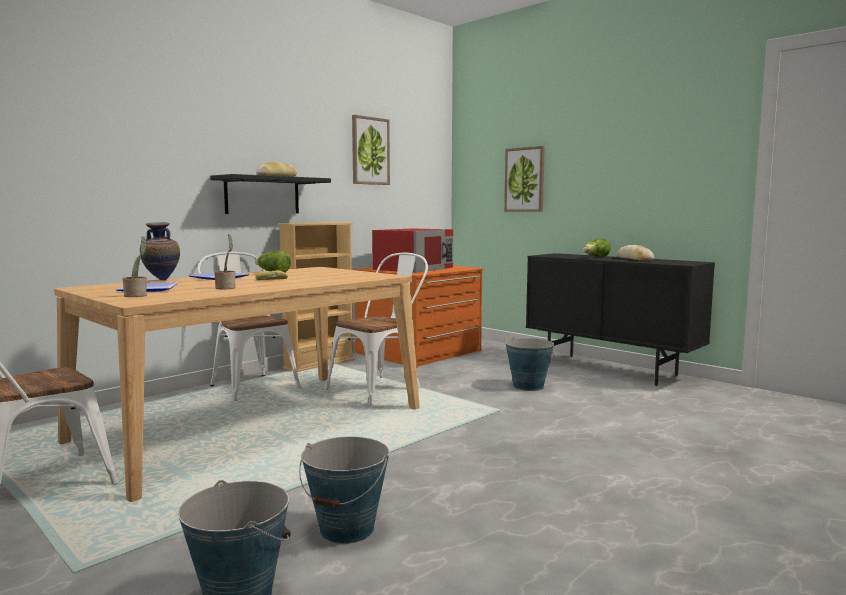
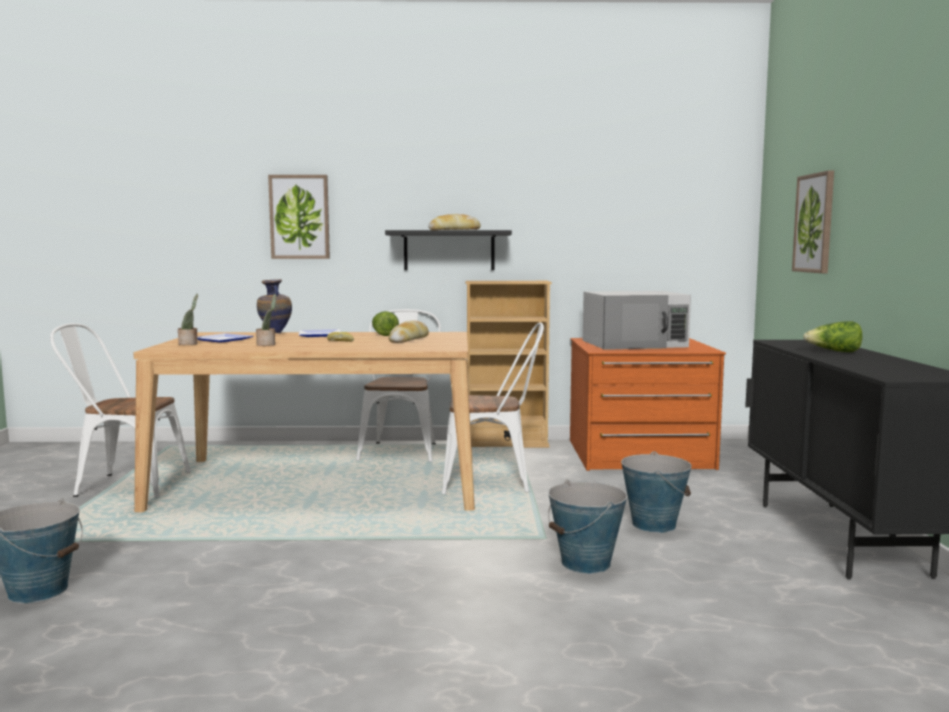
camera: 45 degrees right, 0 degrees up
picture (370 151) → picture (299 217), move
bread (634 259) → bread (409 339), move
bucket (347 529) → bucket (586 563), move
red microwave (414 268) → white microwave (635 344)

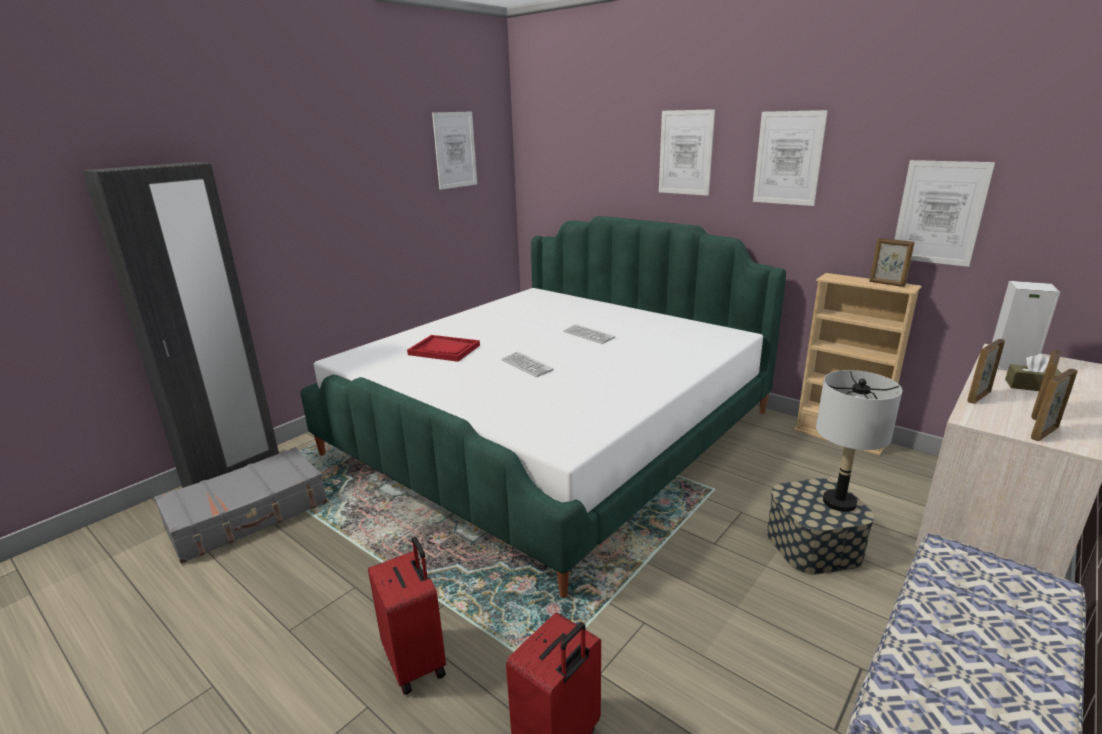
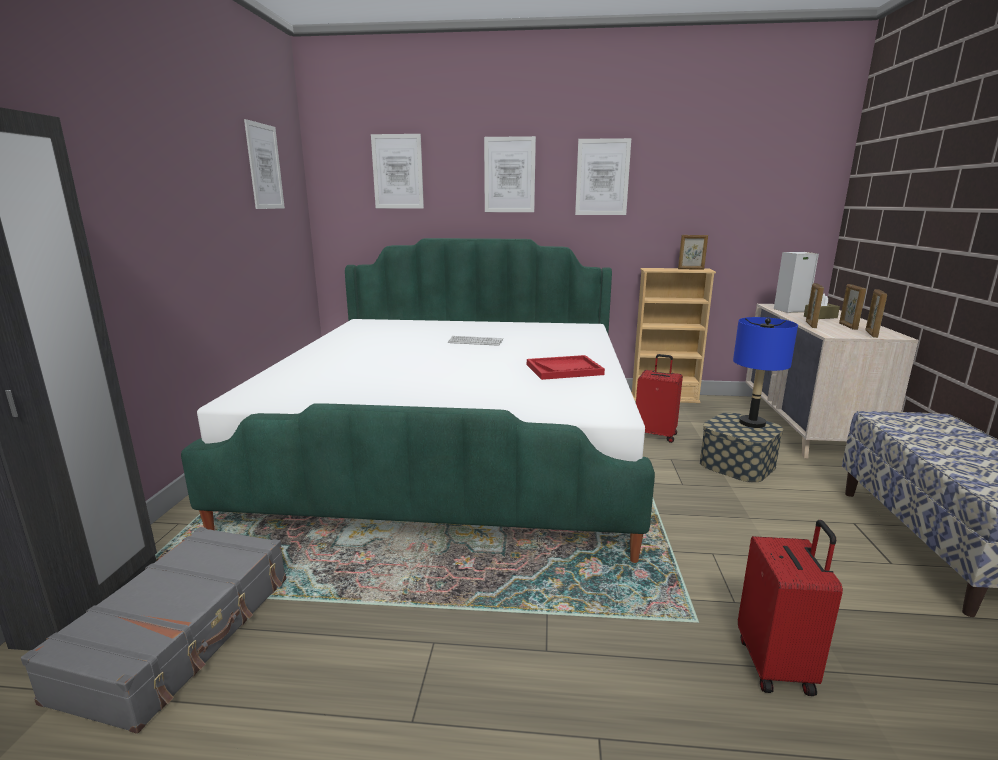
camera: 35 degrees left, 5 degrees down
picture (939 213) → picture (397 171), move
red tray (444 350) → red tray (564 369), move
red suitcase (416 662) → red suitcase (655 434), move
grey table lamp (839 502) → blue table lamp (751 423)
keyboard (526 365) → -

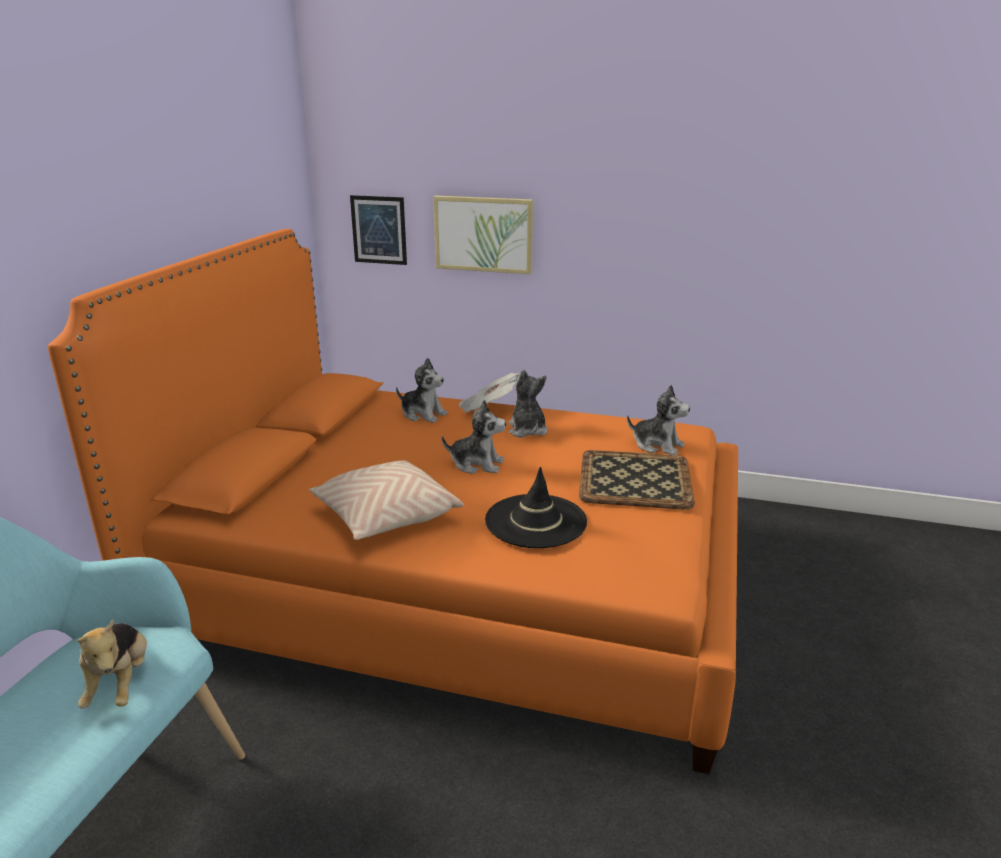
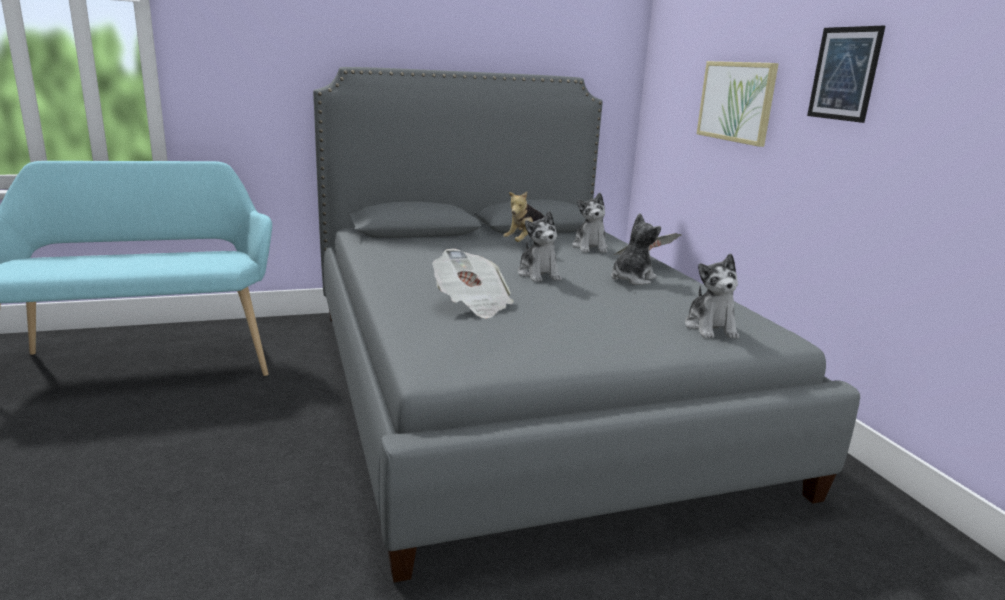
camera: 55 degrees right, 5 degrees down
orange bed (459 581) → grey bed (518 387)
black hat (535 521) → newspaper (472 304)
plush toy (120 684) → plush toy (528 243), move
picture (379 230) → picture (844 74), move
beige pillow (385 517) → -
tray (636 479) → -

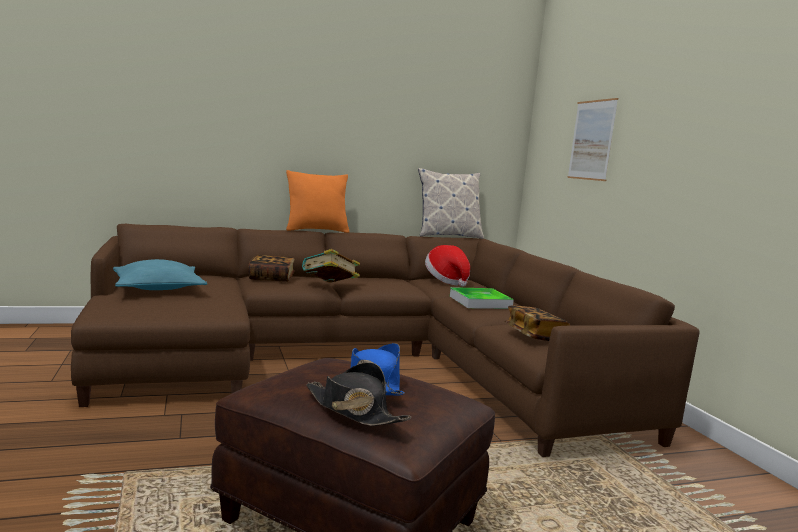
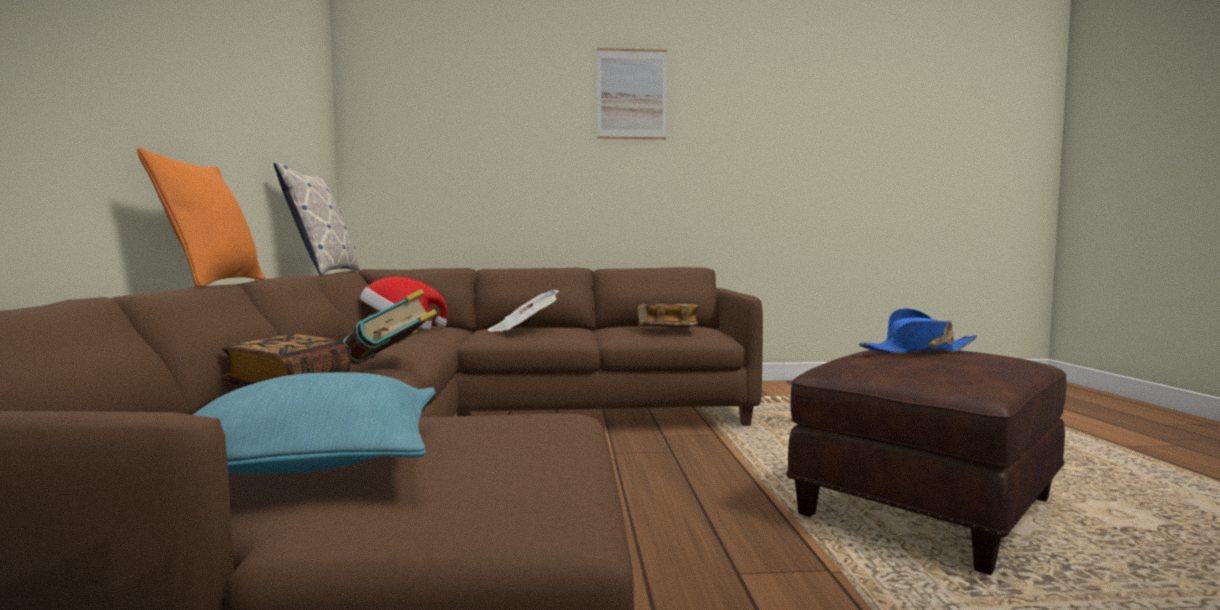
camera: 75 degrees left, 5 degrees down
tray (480 302) → newspaper (523 330)
picture (592 140) → picture (632 94), move
black hat (353 410) → -

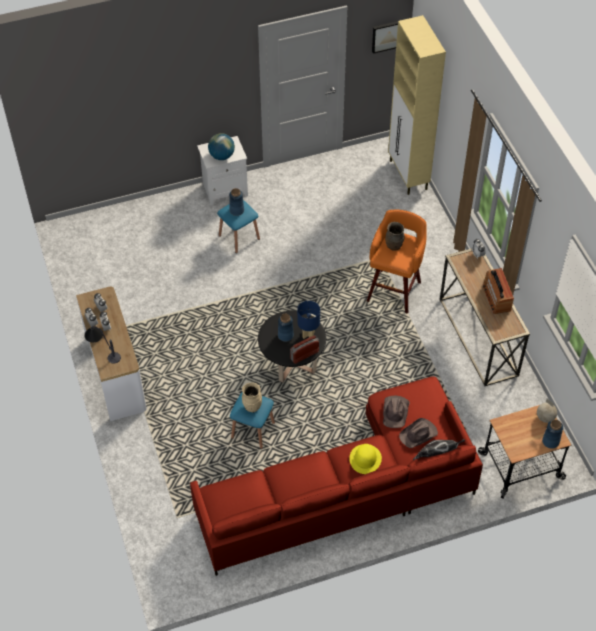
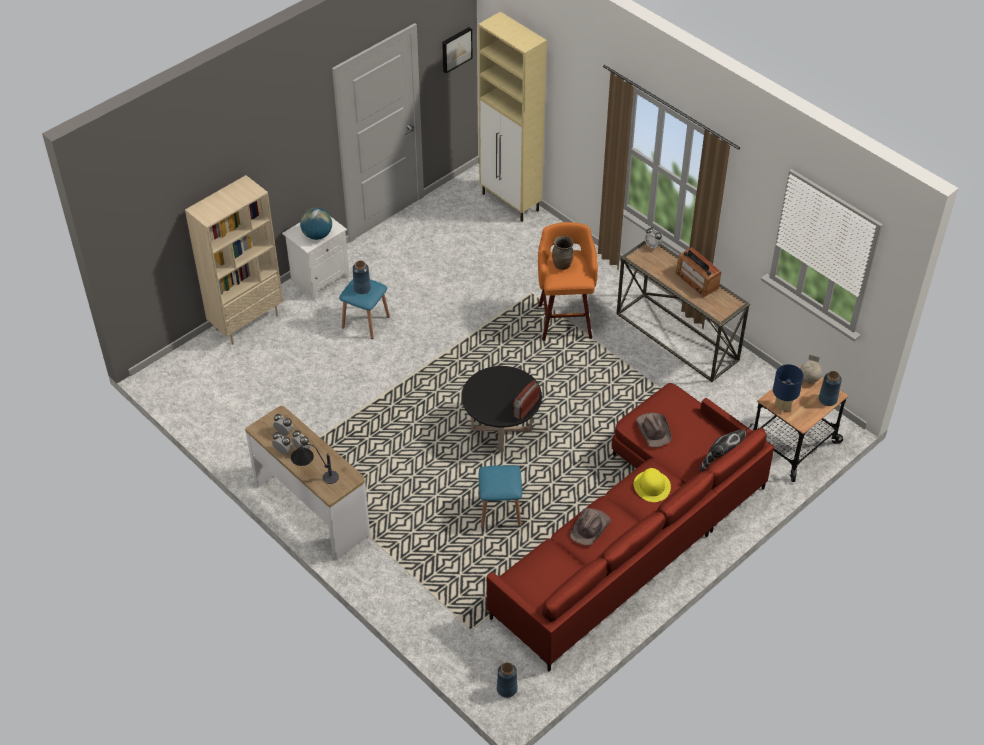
camera: 25 degrees left, 5 degrees down
- → beige bookcase (247 322)
blue vase (285 335) → blue vase (506 689), move
brown hat (418 434) → brown hat (590 528), move
blue table lamp (308 334) → blue table lamp (782 408), move
beige vase (252 406) → -

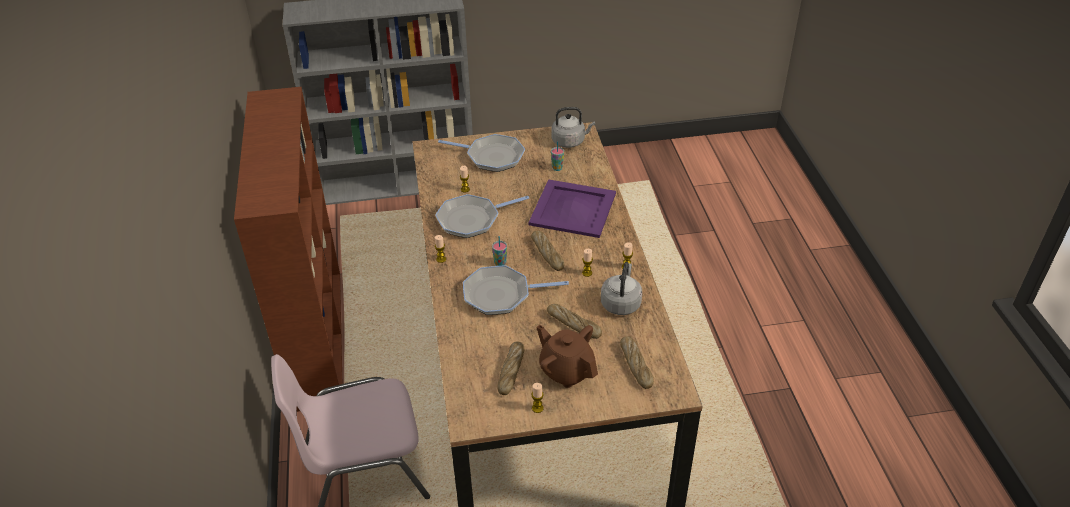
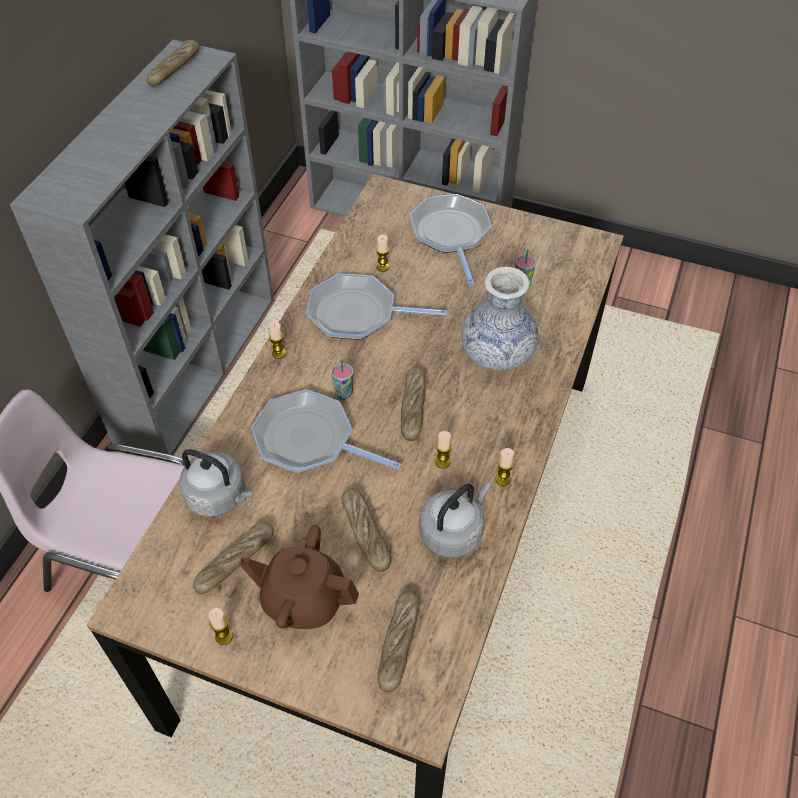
camera: 30 degrees right, 10 degrees up
brown bookcase (316 336) → grey bookcase (199 364)
- → bread (174 69)
grey kettle (570 141) → grey kettle (219 497), move
brown teapot (566 370) → brown teapot (303 599), 60 degrees counterclockwise
frying pan (492 157) → frying pan (451 234), 150 degrees counterclockwise
purple tray (572 208) → vase (497 354)

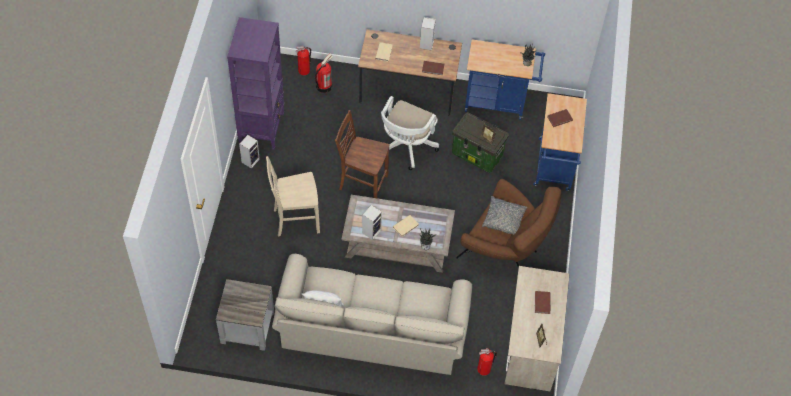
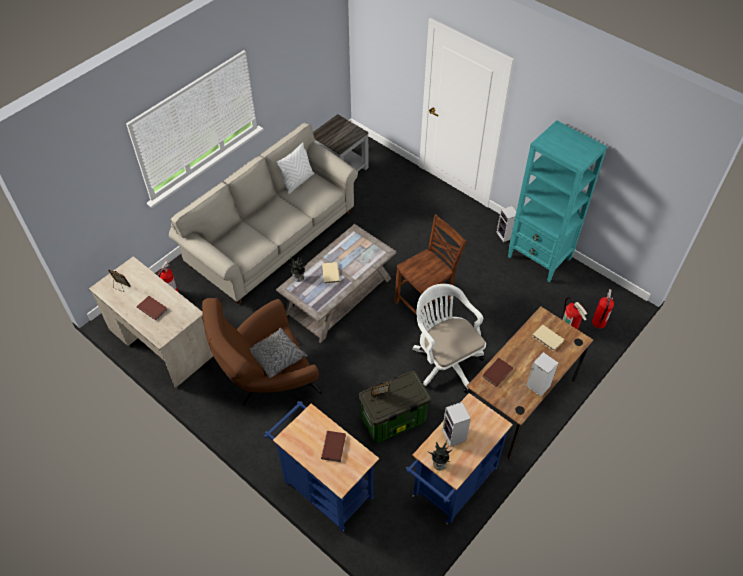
camera: 125 degrees right, 5 degrees down
speaker (371 231) → speaker (454 436), move
purple bookcase (262 128) → turquoise bookcase (539 258)
beige chair (295 220) → -

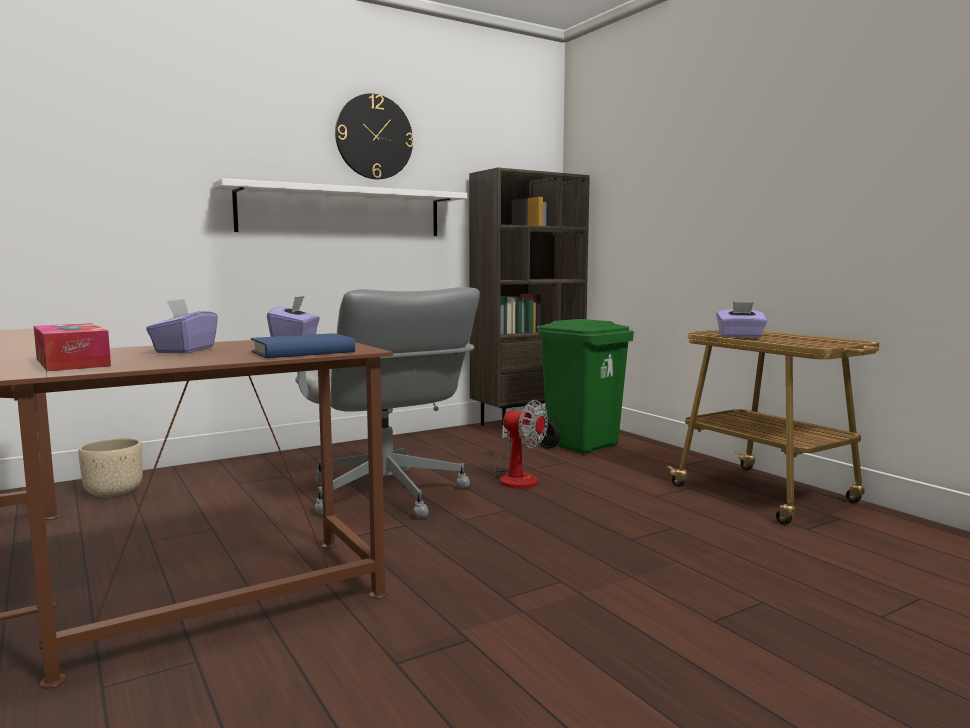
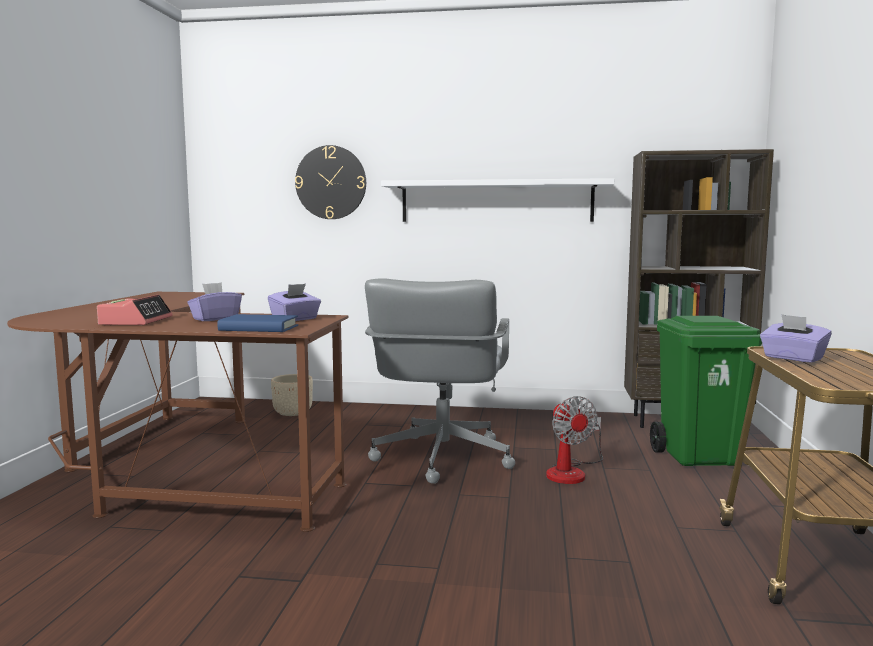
camera: 40 degrees right, 0 degrees up
tissue box (72 362) → alarm clock (136 321)
wall clock (374 137) → wall clock (331 182), move

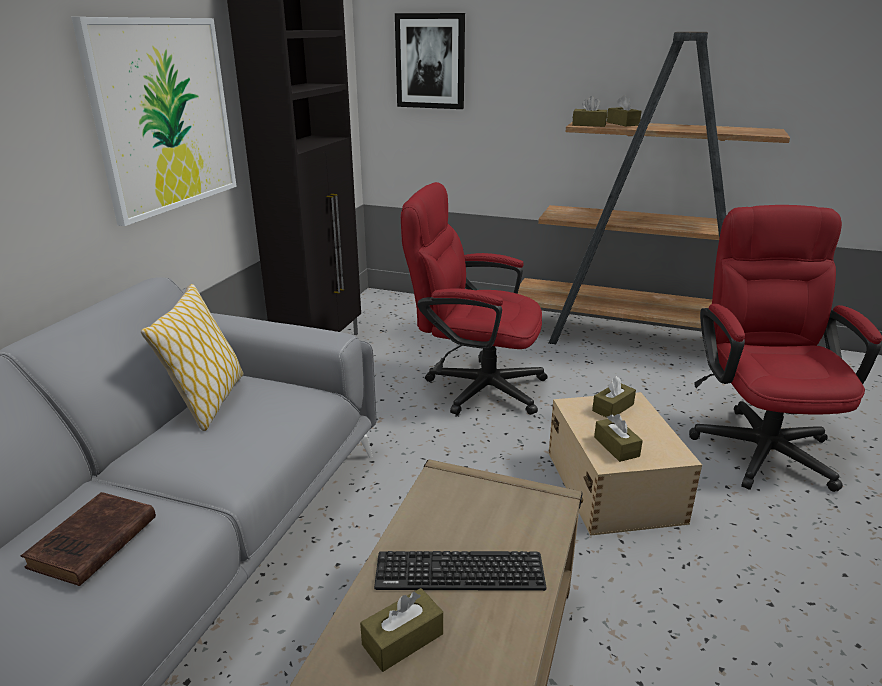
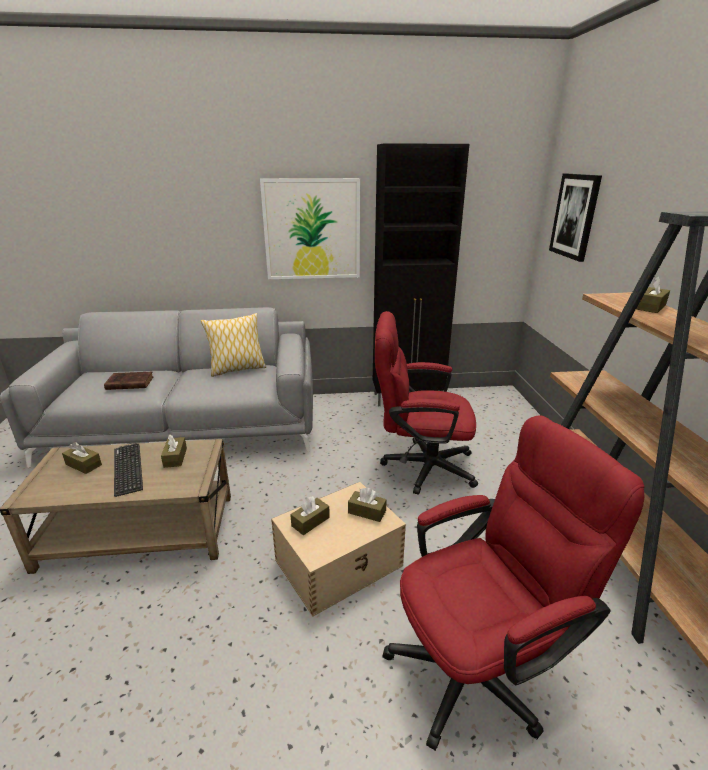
camera: 65 degrees right, 0 degrees up
brown tissue box (589 125) → brown tissue box (175 457), move
red office chair (474 386) → red office chair (419 466), 75 degrees counterclockwise

